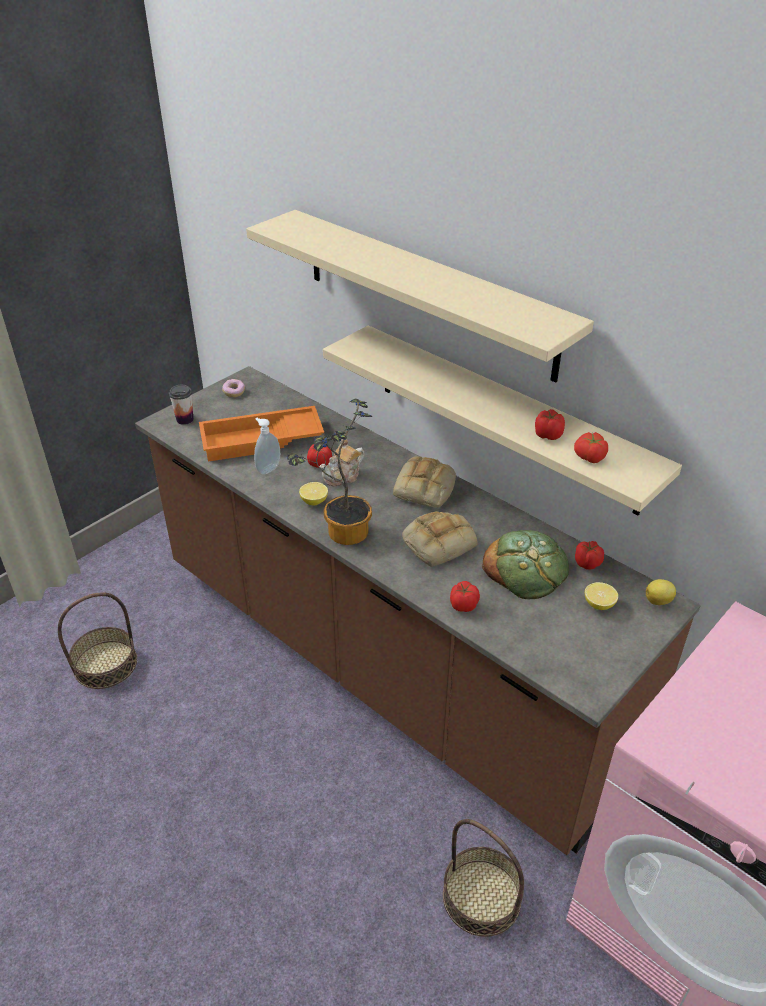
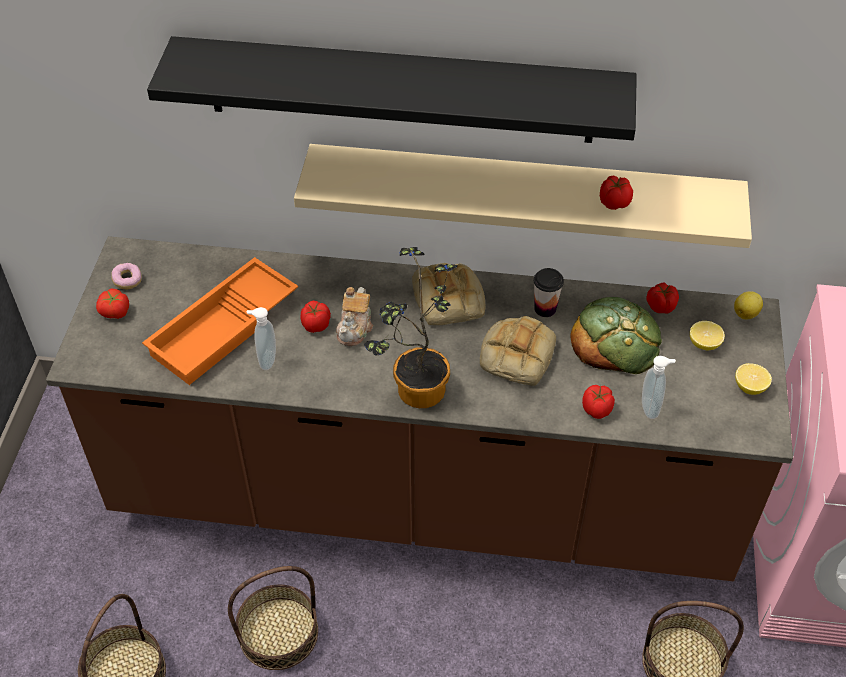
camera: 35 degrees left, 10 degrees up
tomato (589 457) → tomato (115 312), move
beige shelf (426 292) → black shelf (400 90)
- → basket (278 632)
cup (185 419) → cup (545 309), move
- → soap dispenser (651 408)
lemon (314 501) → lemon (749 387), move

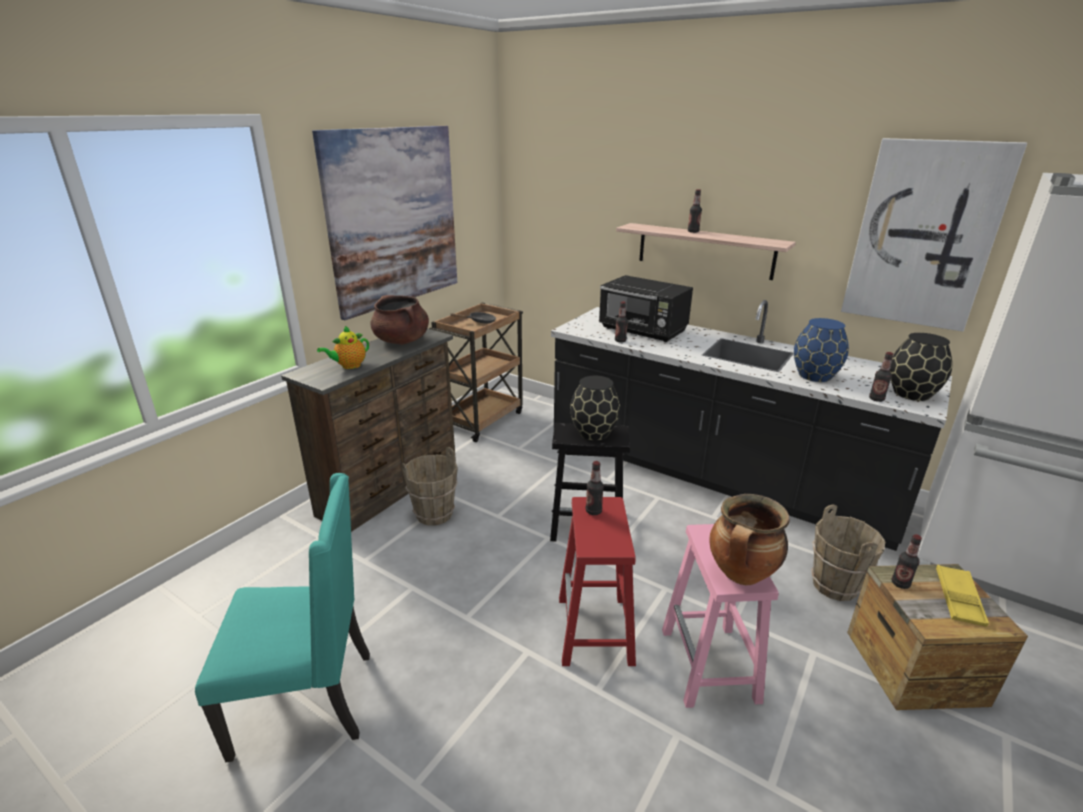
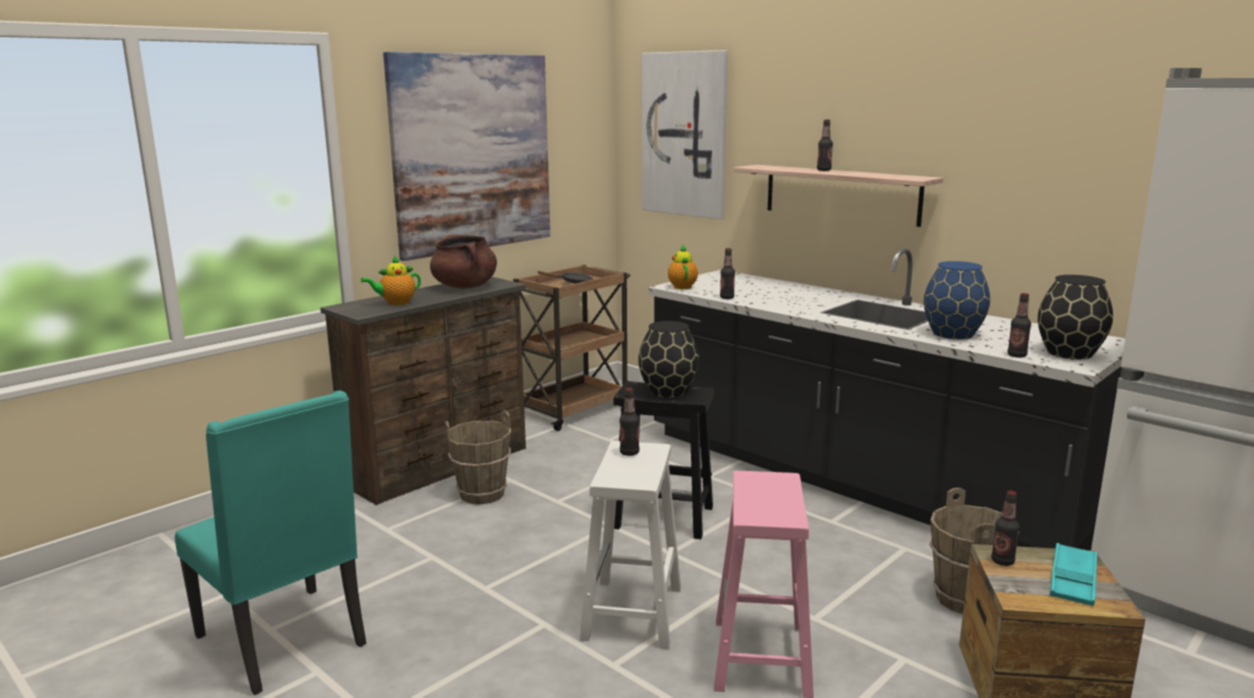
camera: 10 degrees right, 10 degrees down
turquoise chair (309 701) → turquoise chair (285 641), 45 degrees clockwise
red stool (595 631) → white stool (633 614)
picture (924 235) → picture (685 134), move
- → teapot (682 286)
yellow tray (958 599) → turquoise tray (1073 580)
black microwave (643 331) → -
cooking pot (741 575) → -

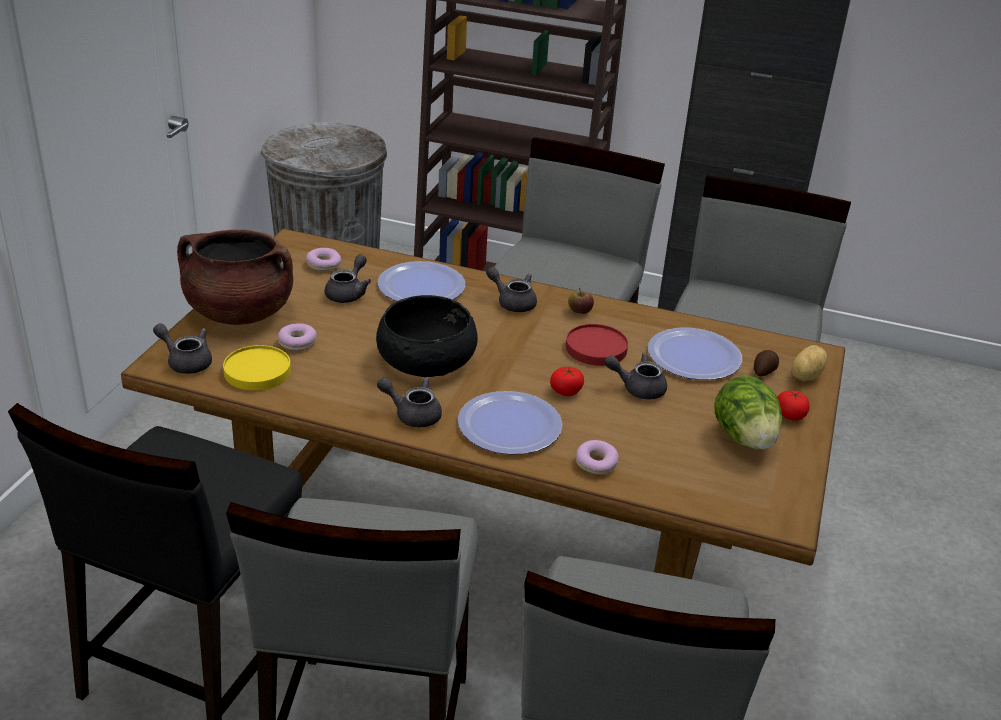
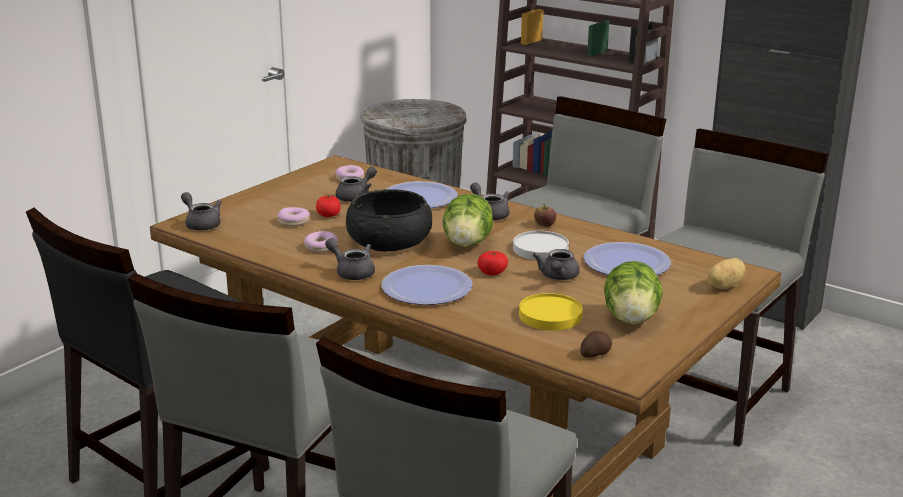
camera: 20 degrees right, 10 degrees down
donut (596 463) → donut (321 247), move
tomato (790 415) → tomato (328 215), move
- → lettuce (467 244)
red plate (596 348) → white plate (541 249)
yellow plate (257 371) → yellow plate (550 316), move
grey teapot (637 388) → grey teapot (557 277), 105 degrees counterclockwise
potato (763 371) → potato (594 354), move
brown cooking pot (239 313) → -

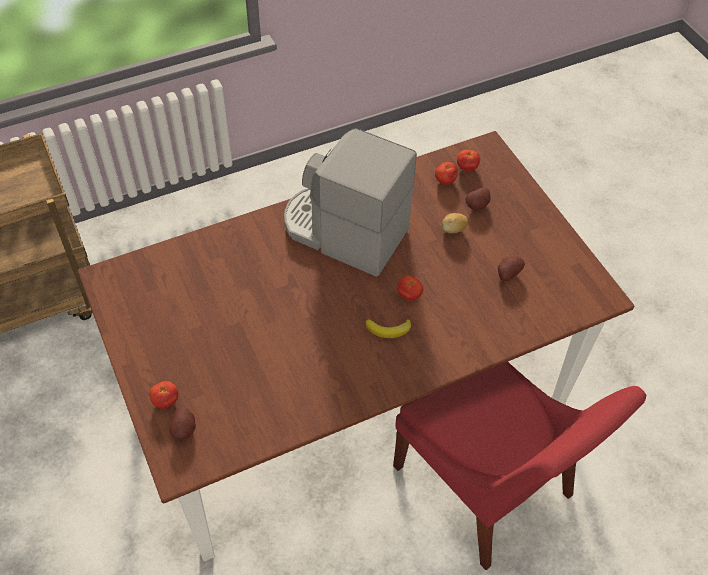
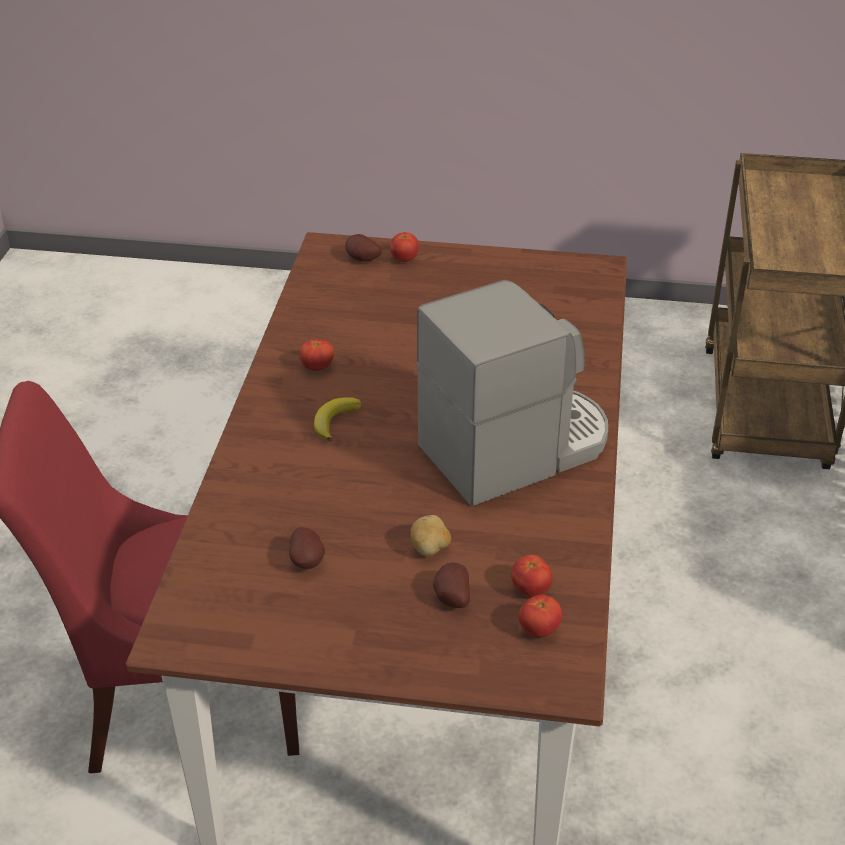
camera: 125 degrees right, 15 degrees down
tomato (409 295) → tomato (317 367), move

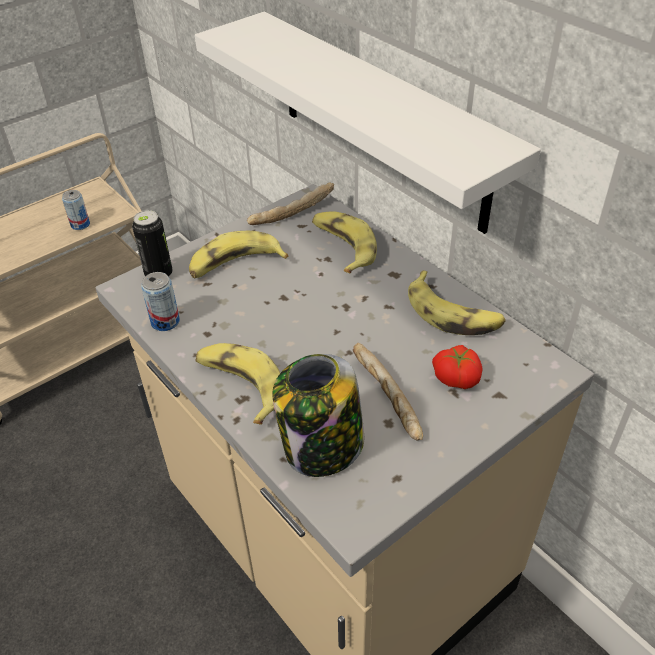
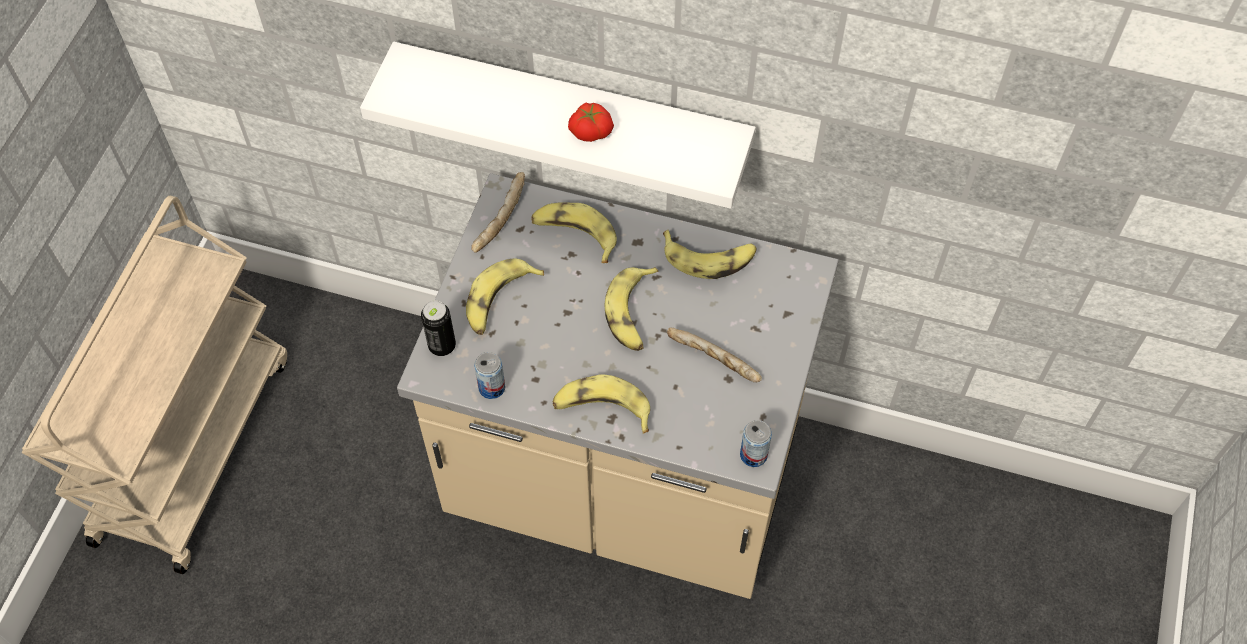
camera: 35 degrees left, 15 degrees up
tomato (457 377) → tomato (591 130), move
- → banana (632 314)
can (80 225) → can (753 455), move
jar (322 447) → -

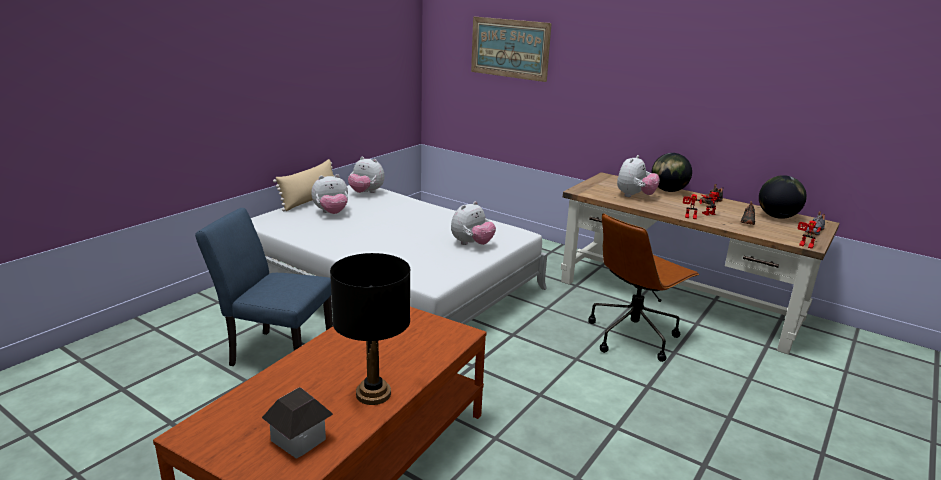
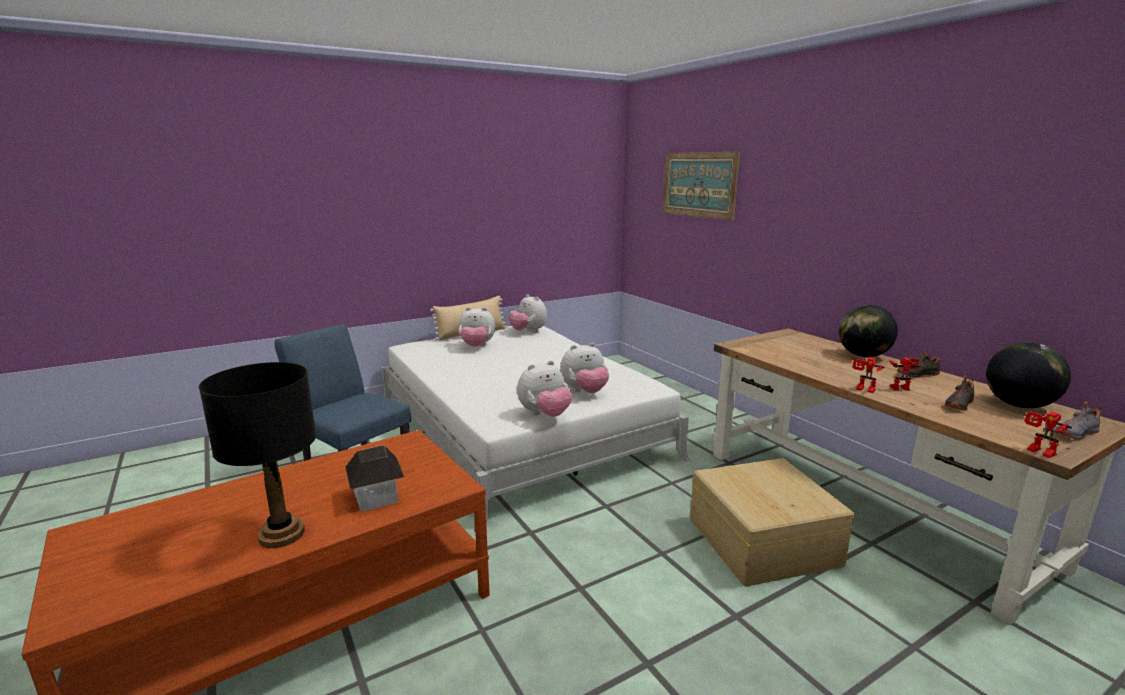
camera: 25 degrees right, 5 degrees down
toy house (299 439) → toy house (377 497), move
plush toy (634 196) → plush toy (545 415), move
brown office chair (633 336) → beige storage box (762 540)

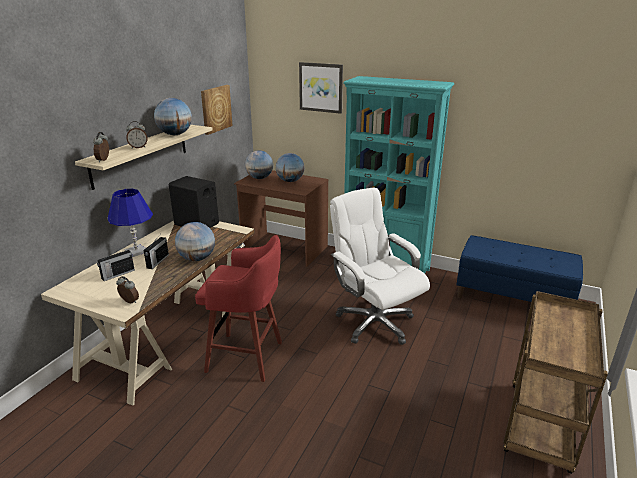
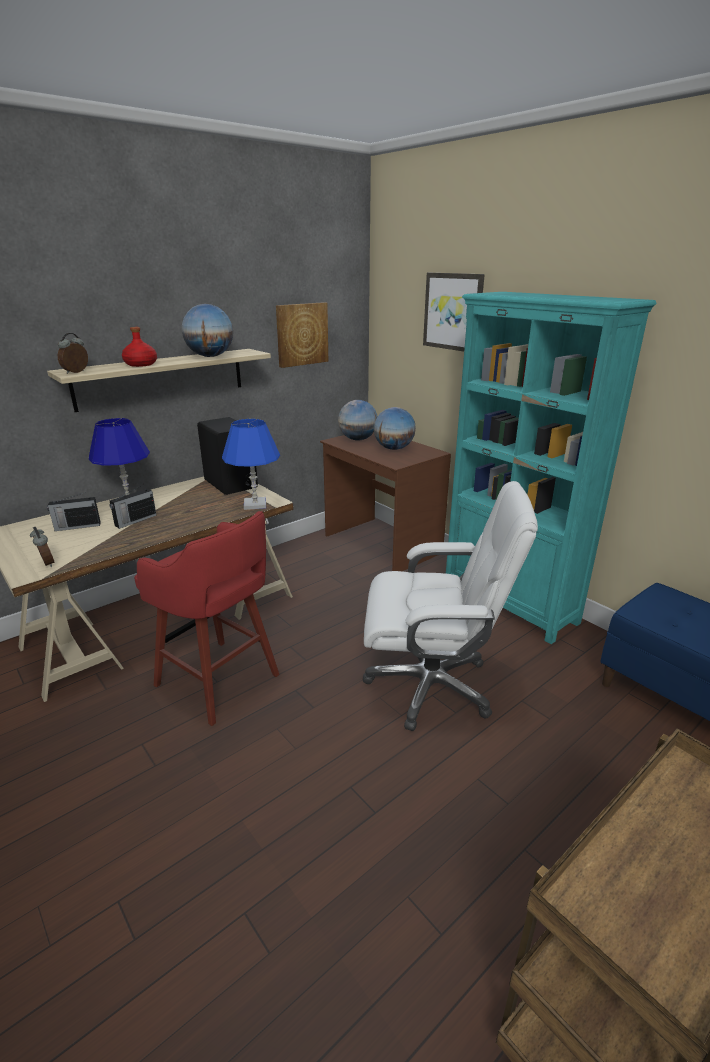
camera: 25 degrees right, 0 degrees up
alarm clock (138 147) → red bottle (141 364)
- → blue table lamp (255 504)
white office chair (374 322) → white office chair (431 685), 105 degrees clockwise
globe (197 258) → -

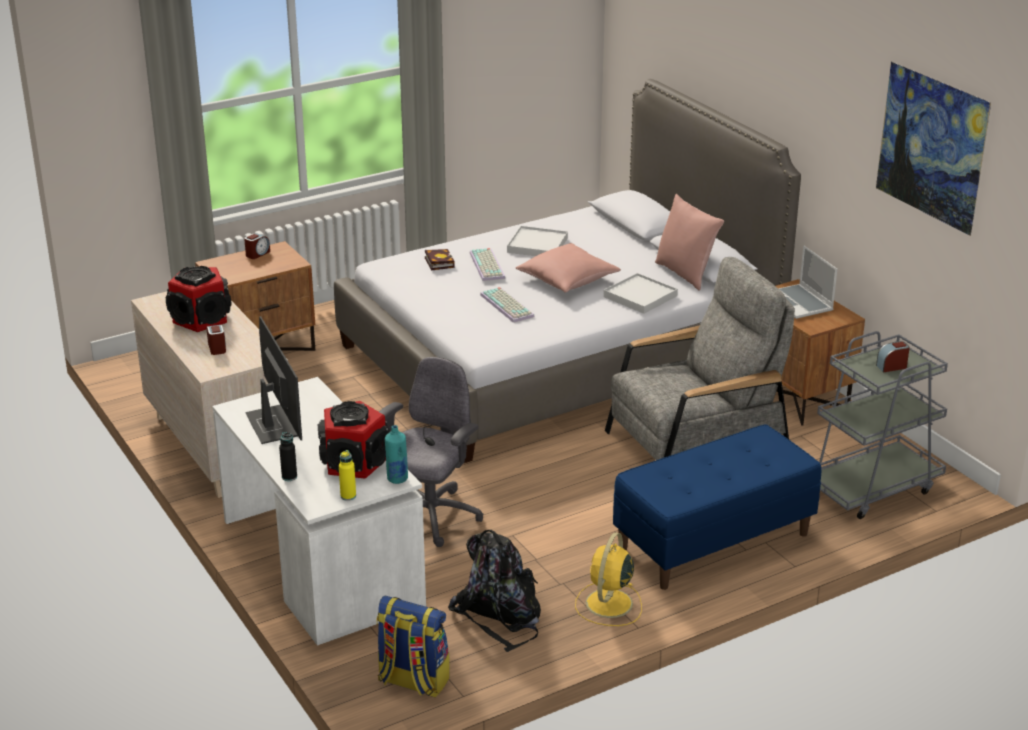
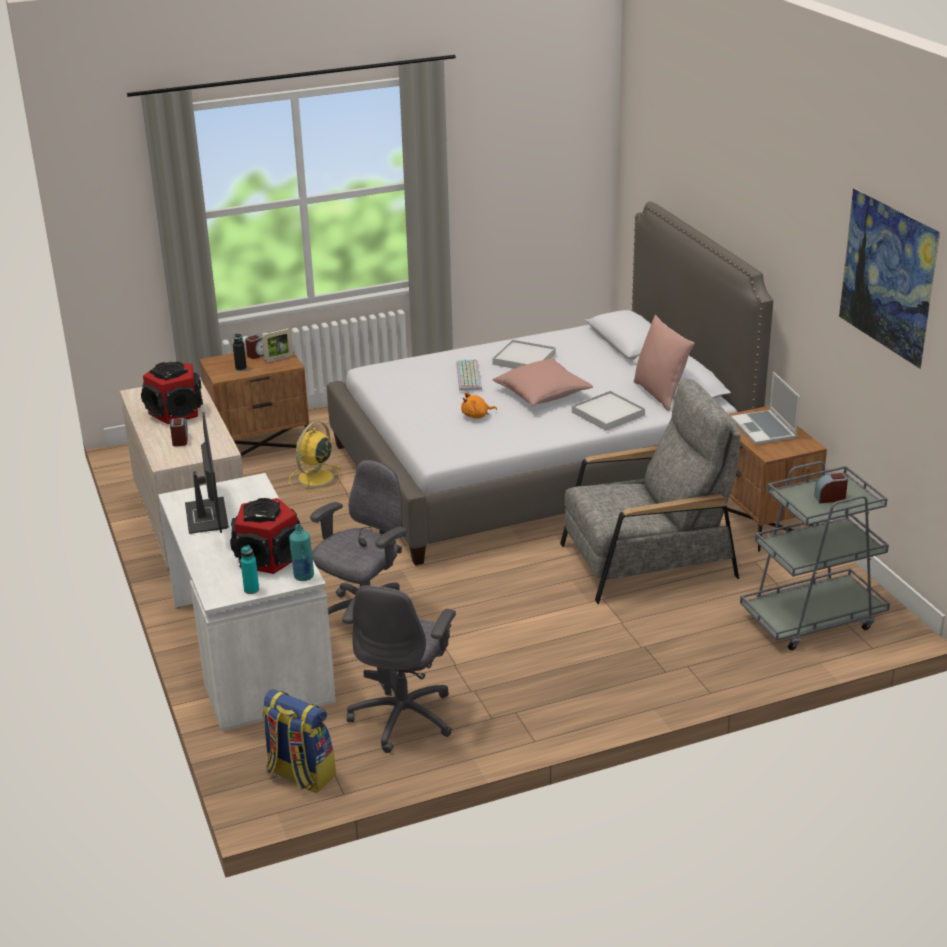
camera: 10 degrees right, 0 degrees up
black bottle (289 477) → black bottle (241 368), move
yellow bottle (348 496) → turquoise bottle (251 590)
- → picture frame (279 358)
yellow fan (608 604) → yellow fan (315 478), move
black backpack (500 615) → grey office chair (404 717)
keyboard (508 306) → orange plush toy (476 416)
book (438 262) → -
blue bench (713 542) → -

